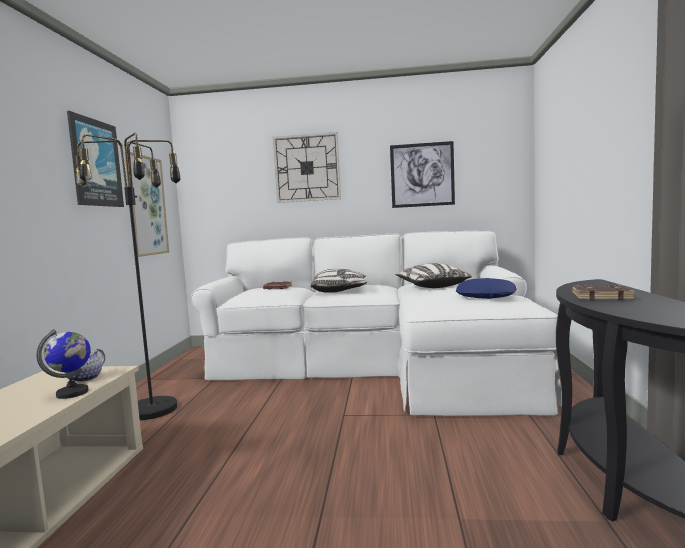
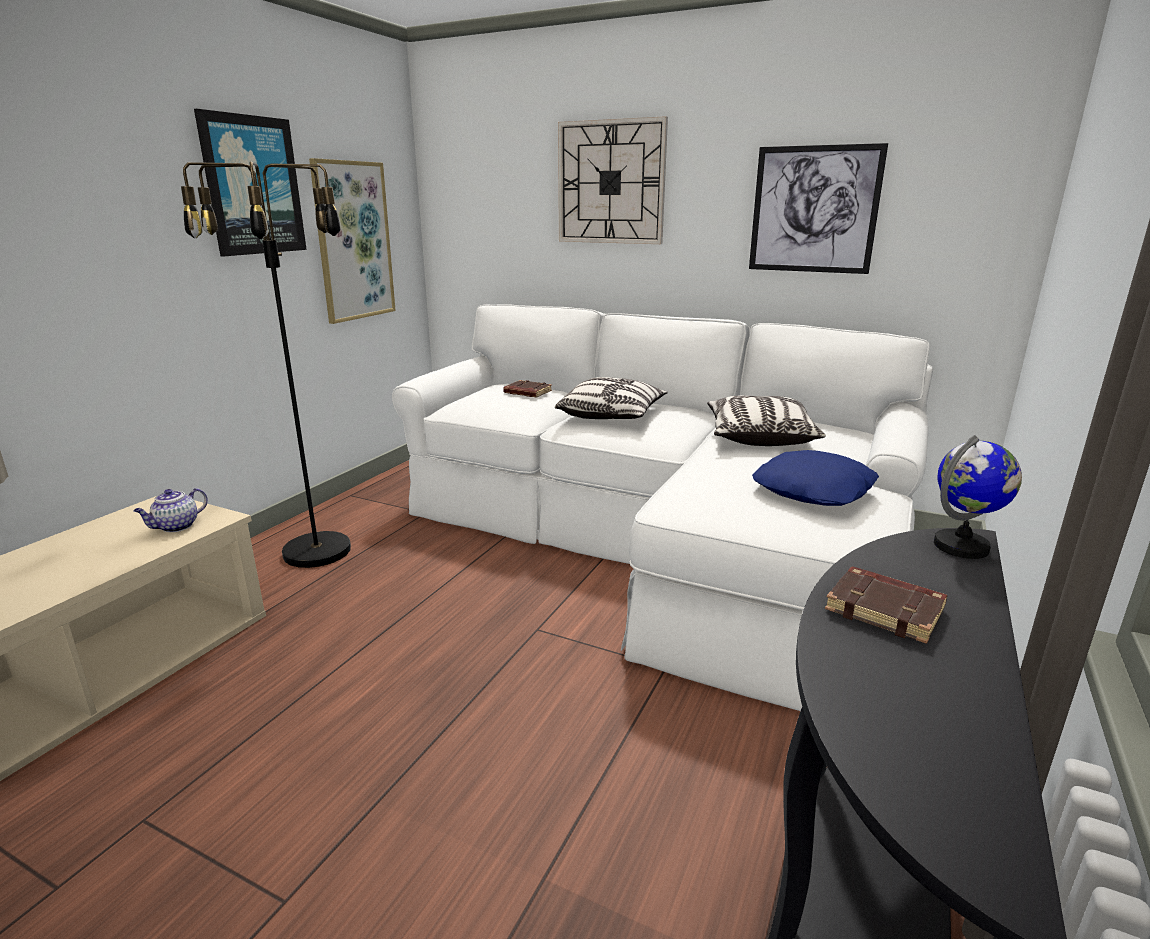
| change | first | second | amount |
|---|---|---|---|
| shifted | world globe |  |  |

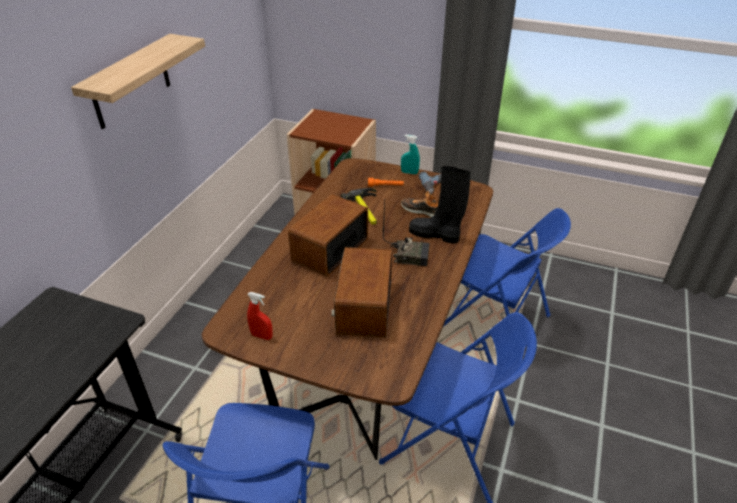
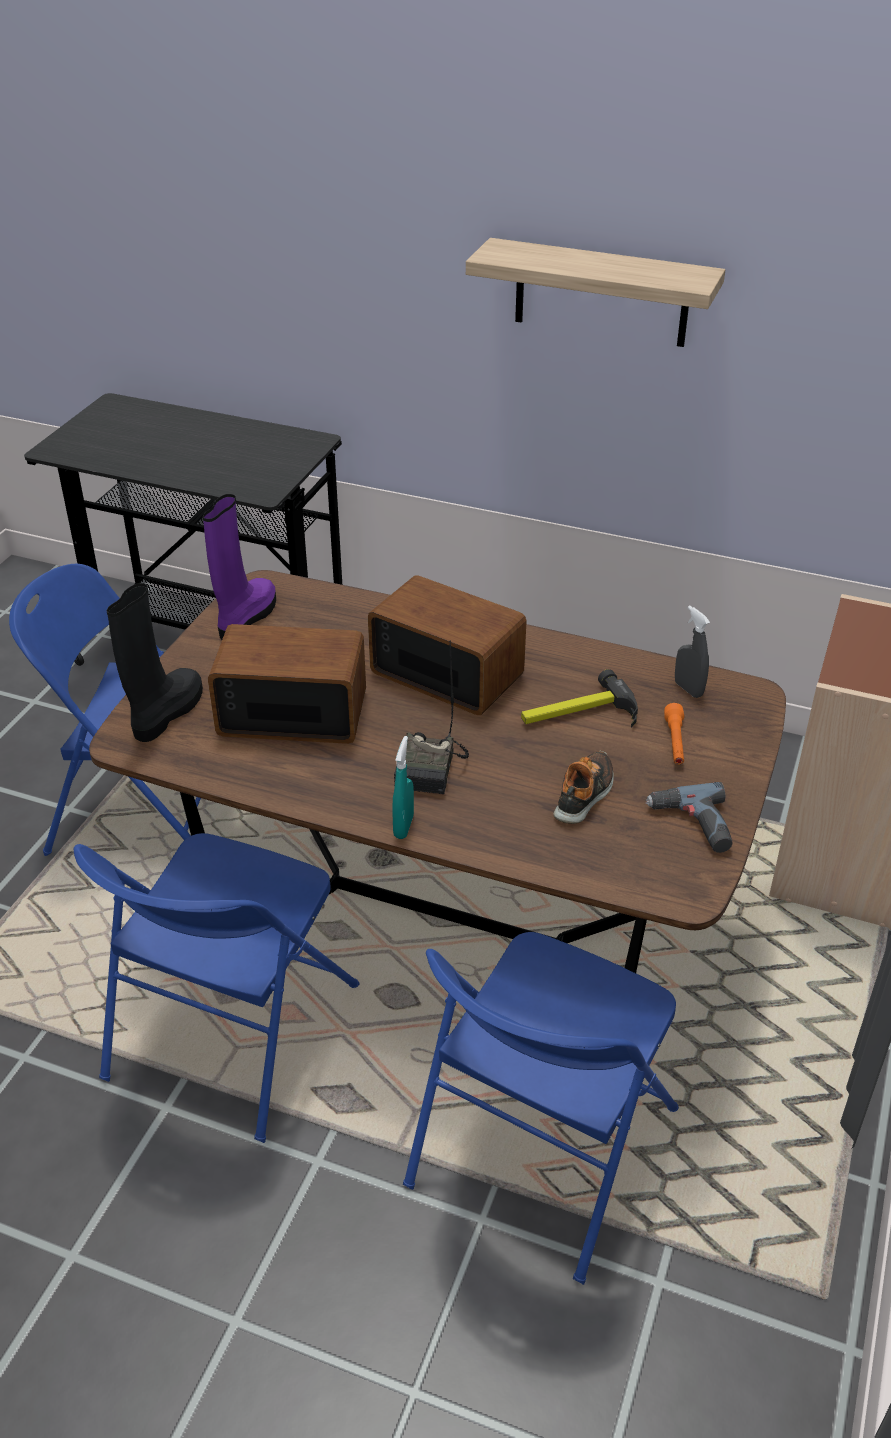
| change | first | second | amount |
|---|---|---|---|
| swapped | red spray bottle | purple tall boot |  |
| shifted | turquoise spray bottle |  |  |
| shifted | black-coloured tall boot |  |  |
| new |  | grey spray bottle |  |

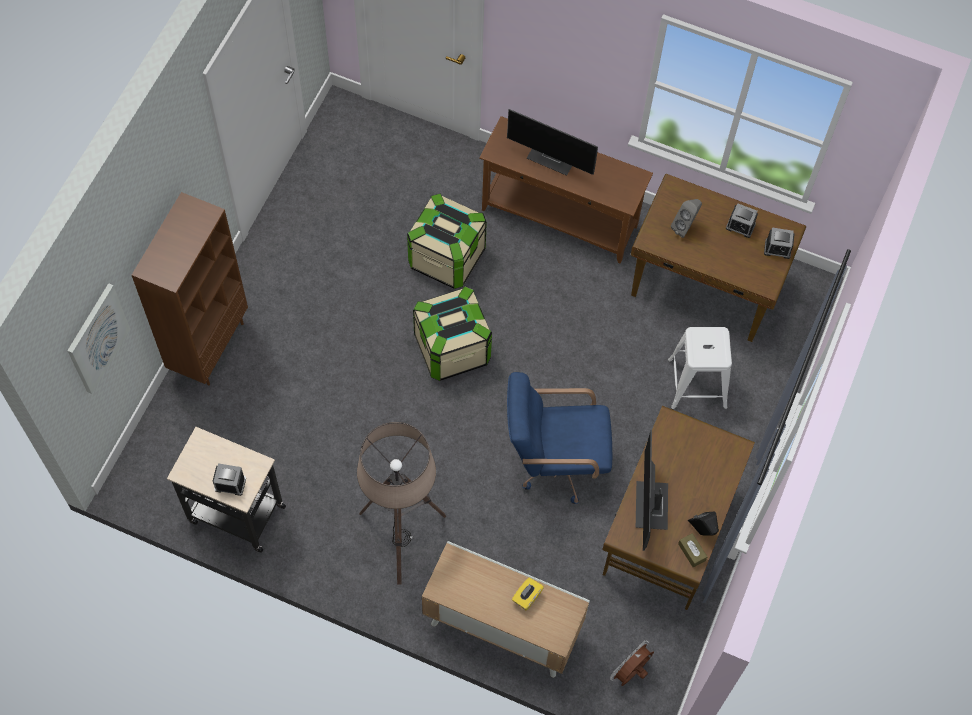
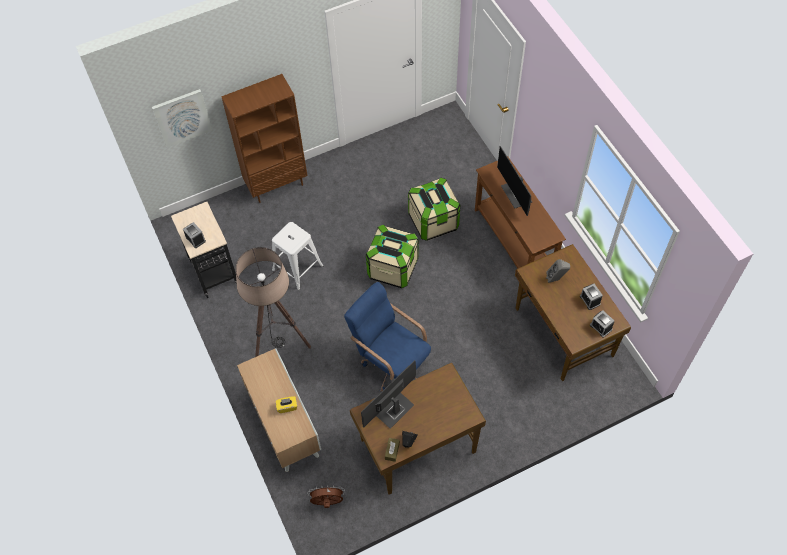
| change | first | second | amount |
|---|---|---|---|
| shifted | whitish stool |  |  |

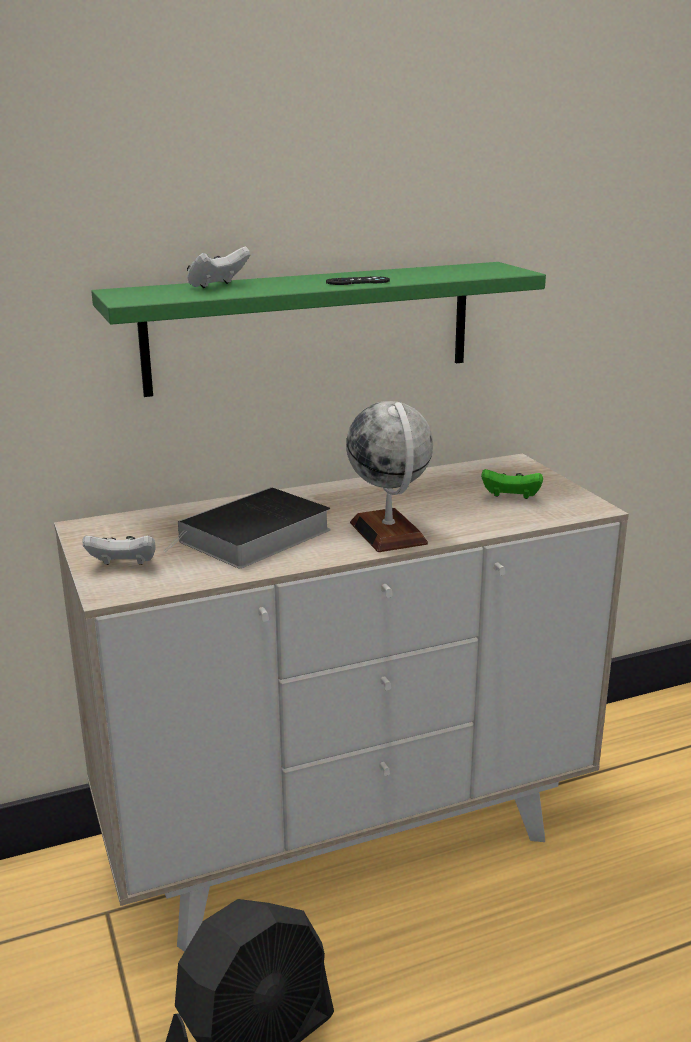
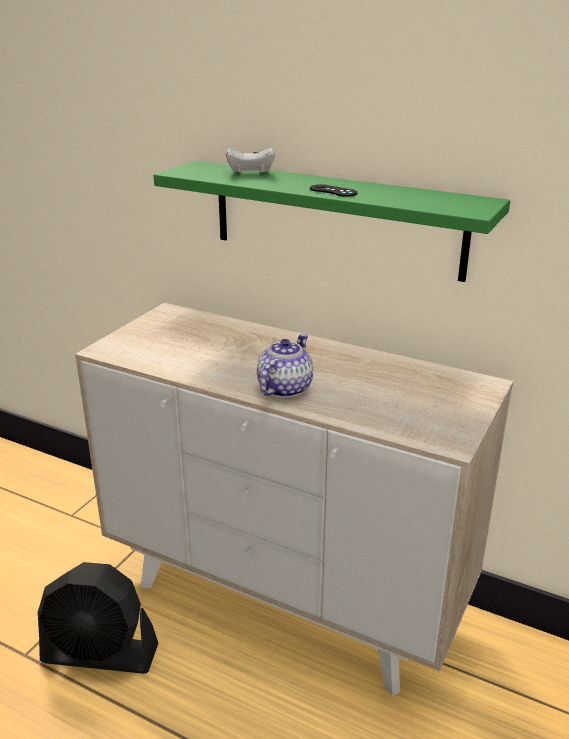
| change | first | second | amount |
|---|---|---|---|
| gone | whitish gamepad (no. 1 from left) |  |  |
| gone | volume |  |  |
| swapped | world globe | tea pot |  |
| gone | green gamepad |  |  |

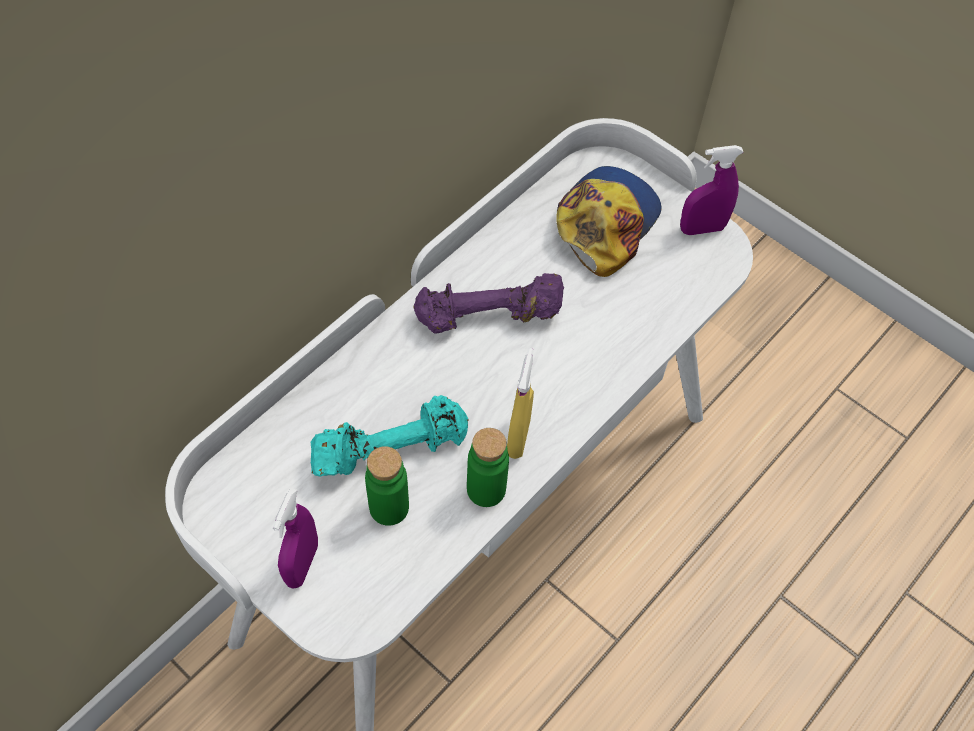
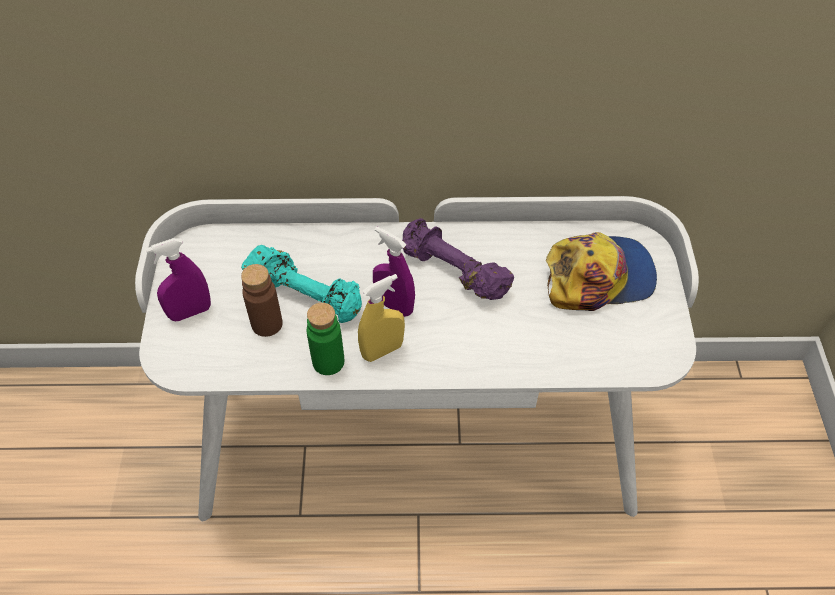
| change | first | second | amount |
|---|---|---|---|
| repainted | green drink bottle (no. 1 from left) | brownish drink bottle |  |
| shifted | purple spray bottle (no. 2 from left) |  |  |

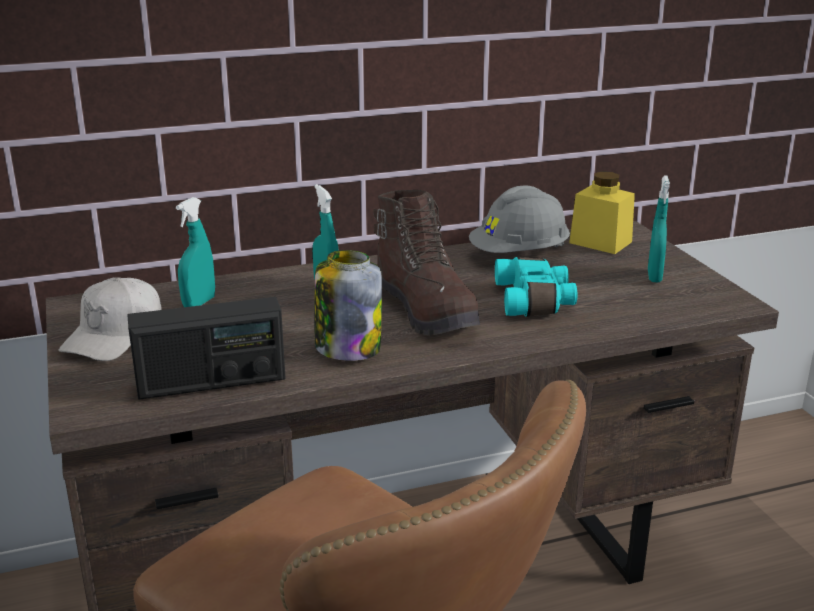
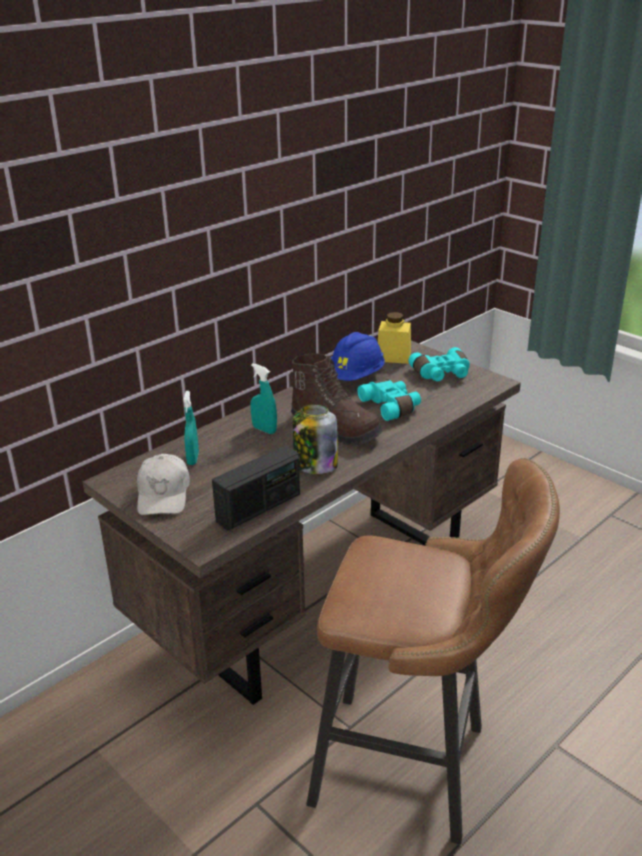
| change | first | second | amount |
|---|---|---|---|
| repainted | grey hard hat | blue hard hat |  |
| swapped | turquoise spray bottle (no. 3 from left) | turquoise field glasses (no. 2 from left) |  |

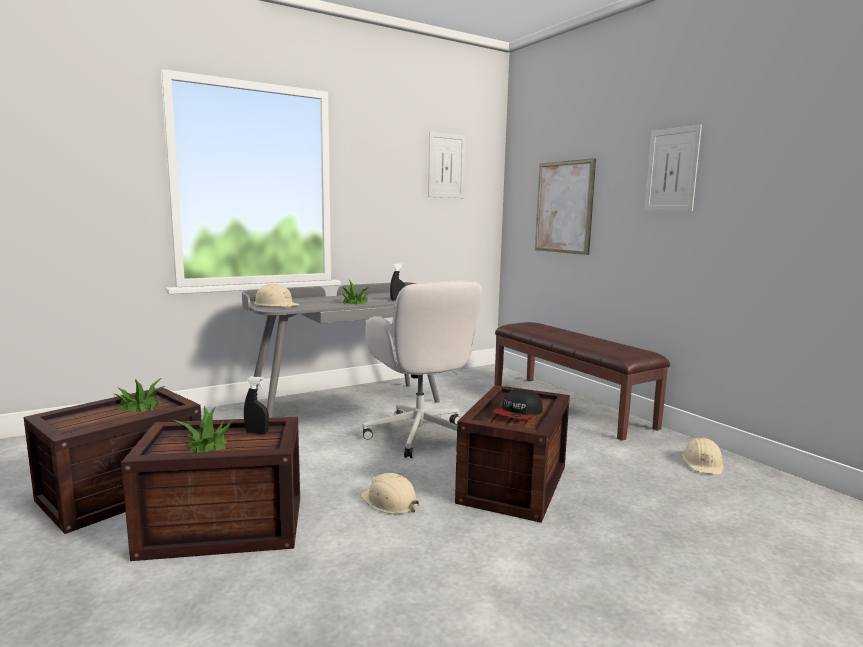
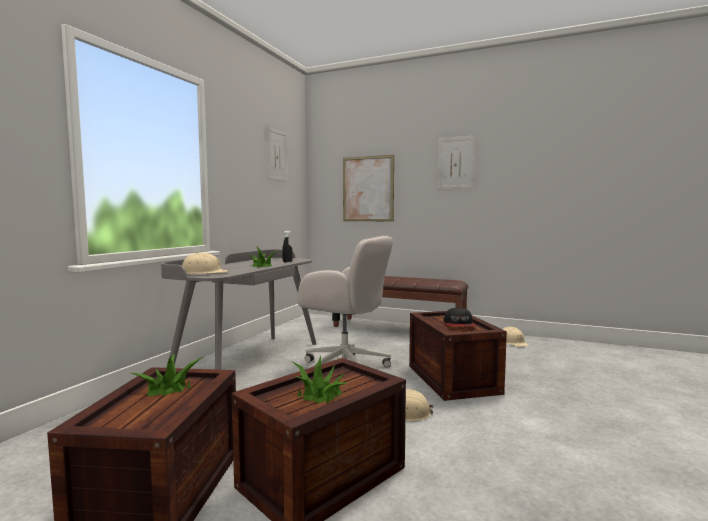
| change | first | second | amount |
|---|---|---|---|
| gone | black-coloured spray bottle (no. 1 from left) |  |  |

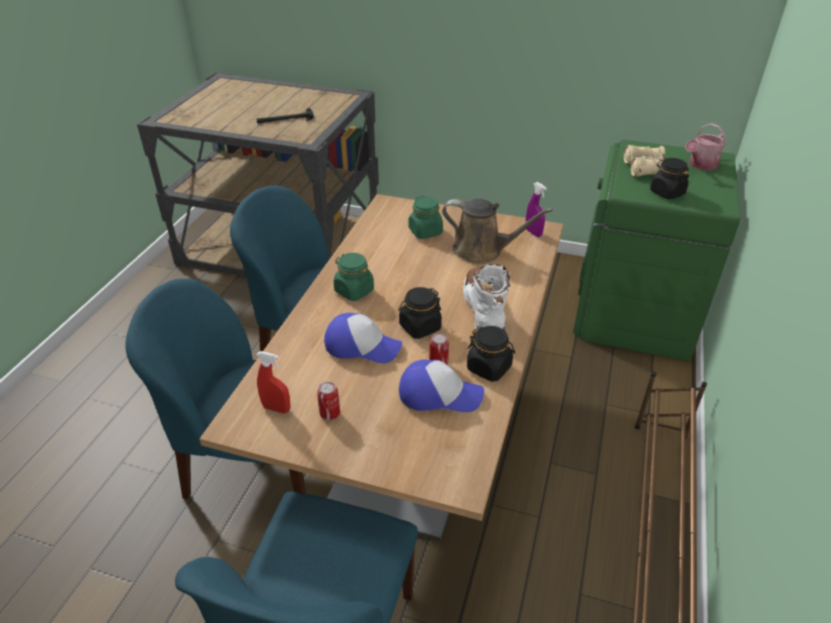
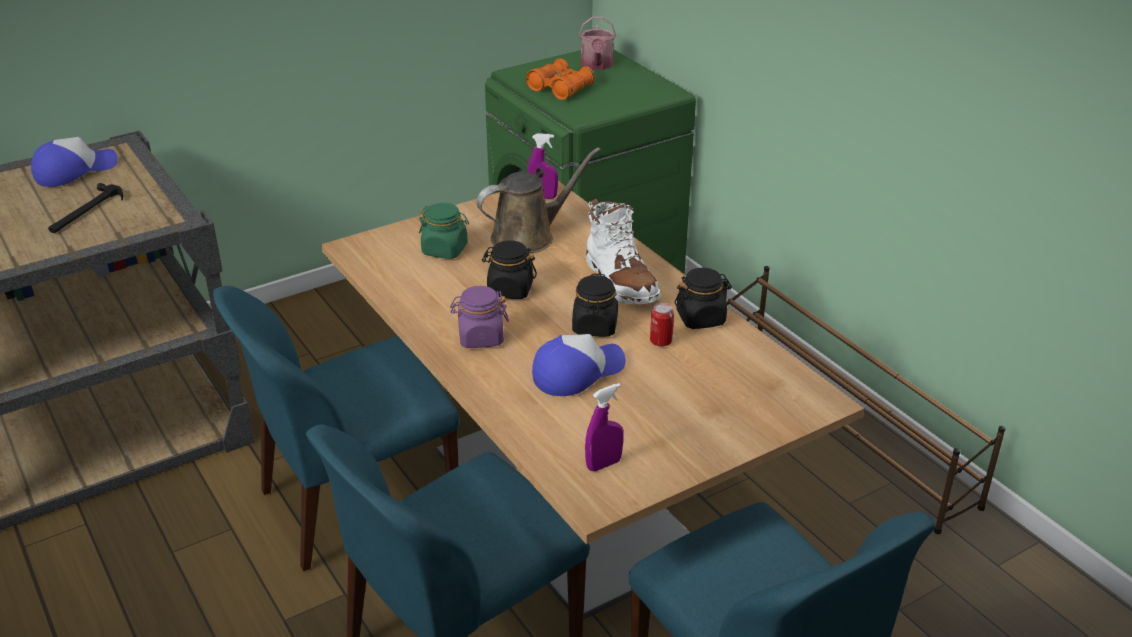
| change | first | second | amount |
|---|---|---|---|
| repainted | red spray bottle | purple spray bottle (no. 2 from left) |  |
| gone | sealed can (no. 1 from left) |  |  |
| repainted | green storage jar (no. 1 from left) | purple storage jar |  |
| shifted | baseball cap (no. 2 from left in the first image) | baseball cap (no. 1 from left) |  |
| rotated | whitish tall boot |  | 150 degrees counterclockwise |
| repainted | beige field glasses | orangey field glasses |  |
| shifted | black-coloured storage jar (no. 3 from left in the first image) | black-coloured storage jar (no. 1 from left) |  |

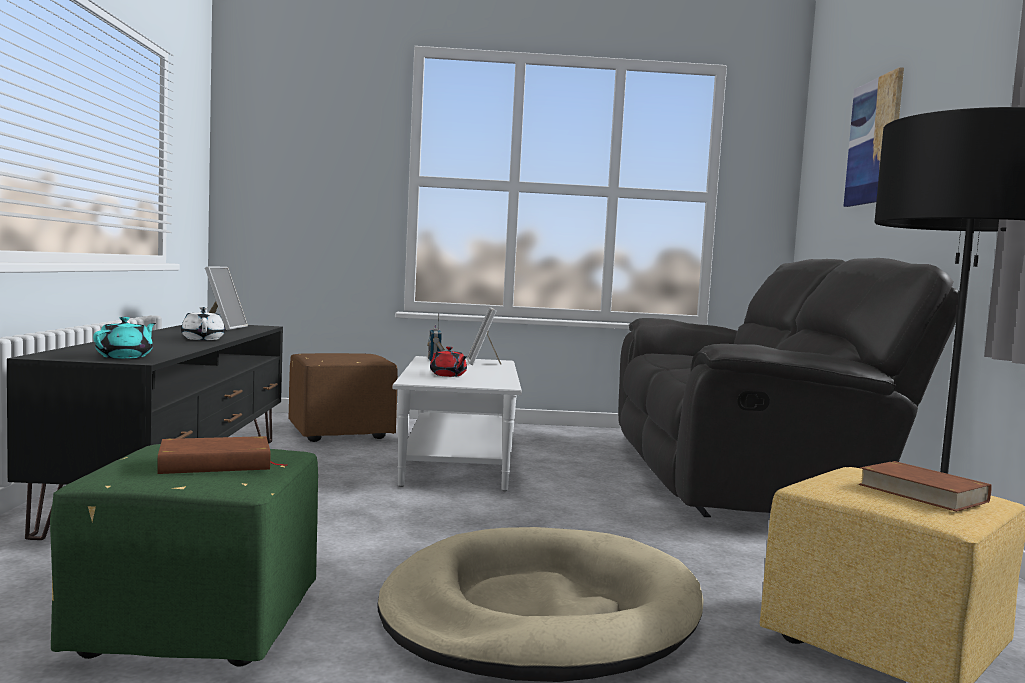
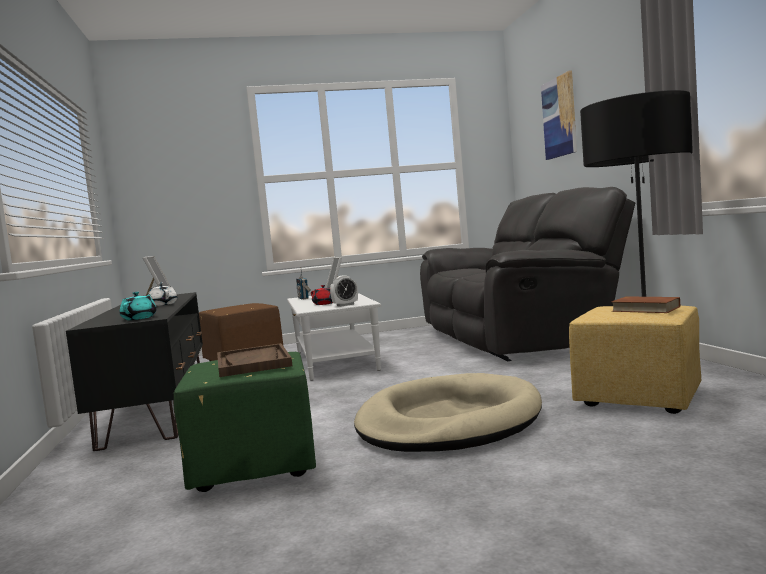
| change | first | second | amount |
|---|---|---|---|
| swapped | brownish volume (no. 1 from left) | brownish carrying tray |  |
| new |  | bedside clock |  |

